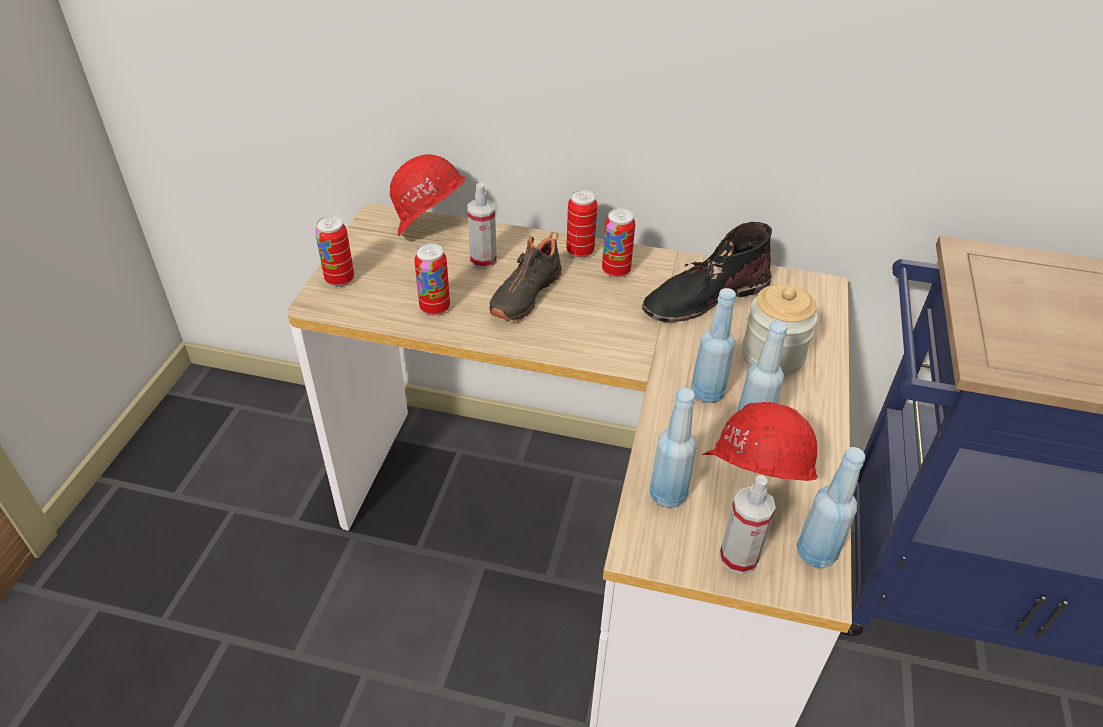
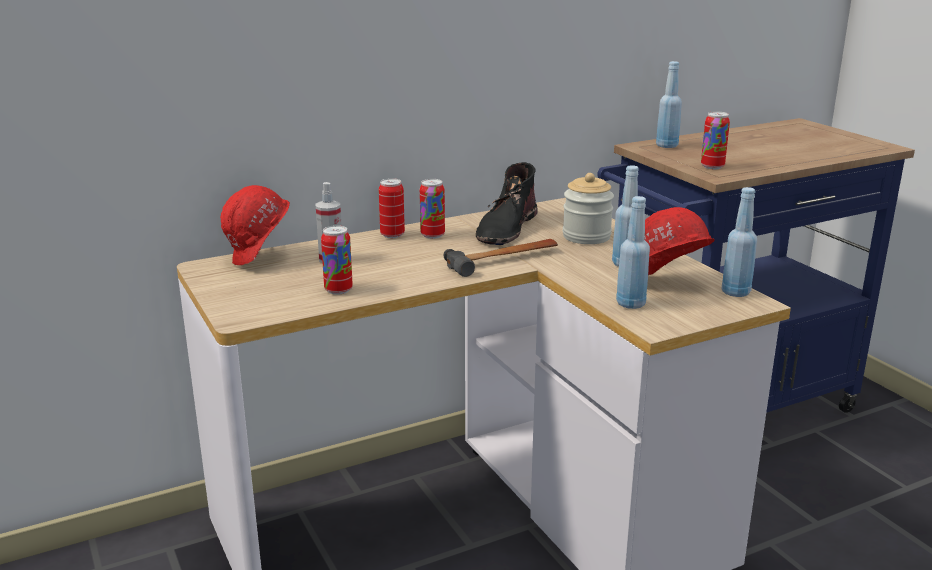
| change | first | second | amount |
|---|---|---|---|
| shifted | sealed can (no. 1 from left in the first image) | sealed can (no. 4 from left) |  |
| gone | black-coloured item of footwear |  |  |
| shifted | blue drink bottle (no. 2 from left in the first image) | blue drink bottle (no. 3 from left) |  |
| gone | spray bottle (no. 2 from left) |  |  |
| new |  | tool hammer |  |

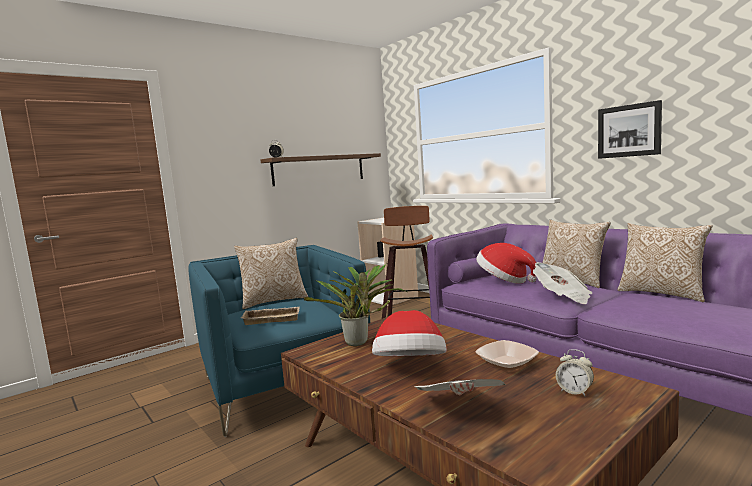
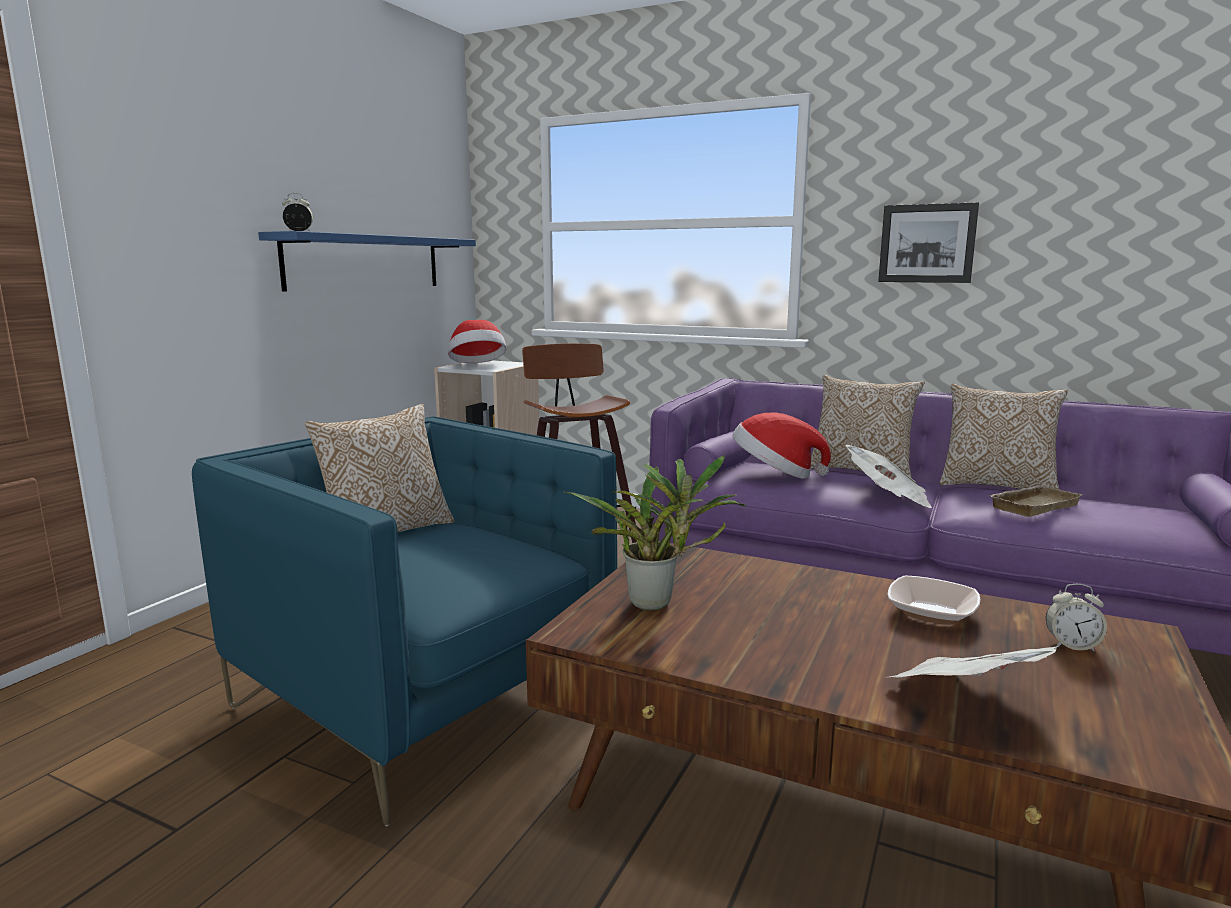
| change | first | second | amount |
|---|---|---|---|
| shifted | beige carrying tray |  |  |
| repainted | brownish wall shelf | blue wall shelf |  |
| shifted | clothing hat (no. 1 from left) |  |  |

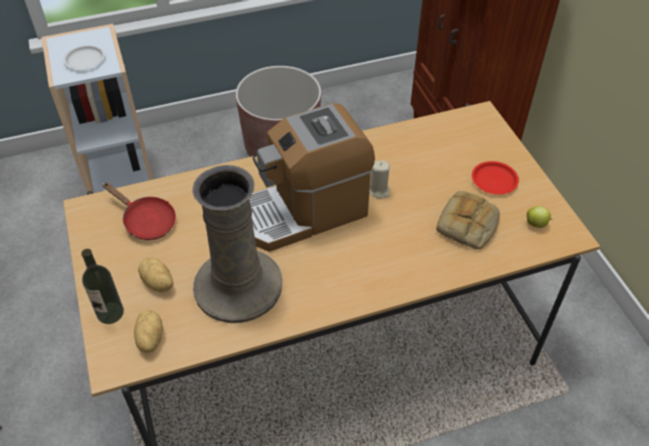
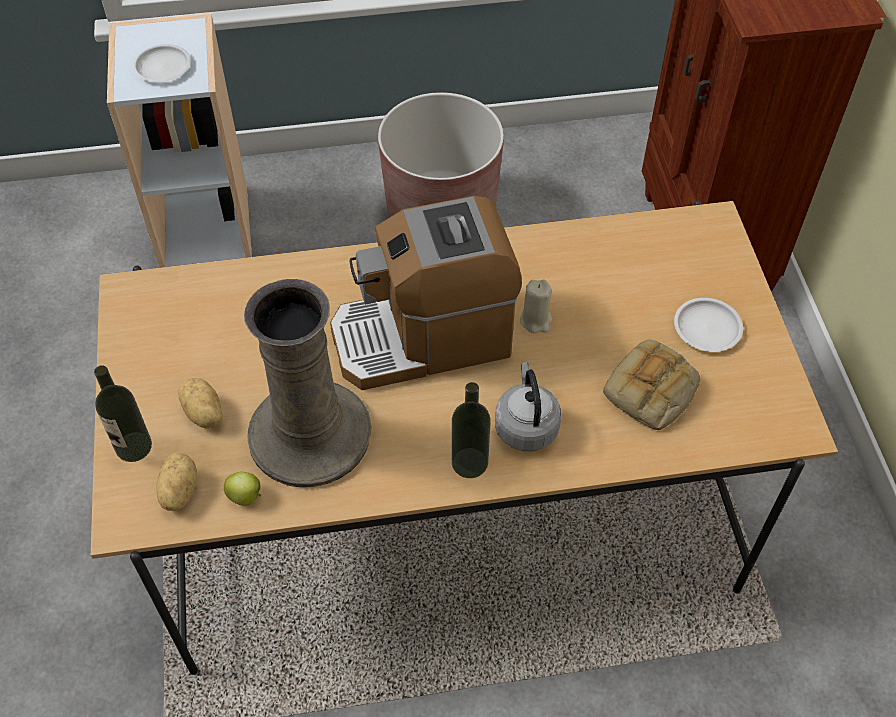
| change | first | second | amount |
|---|---|---|---|
| gone | red skillet |  |  |
| repainted | red dinner plate | whitish dinner plate (no. 2 from left) |  |
| shifted | apple fruit |  |  |
| new |  | drink bottle (no. 2 from left) |  |
| new |  | grey water kettle |  |

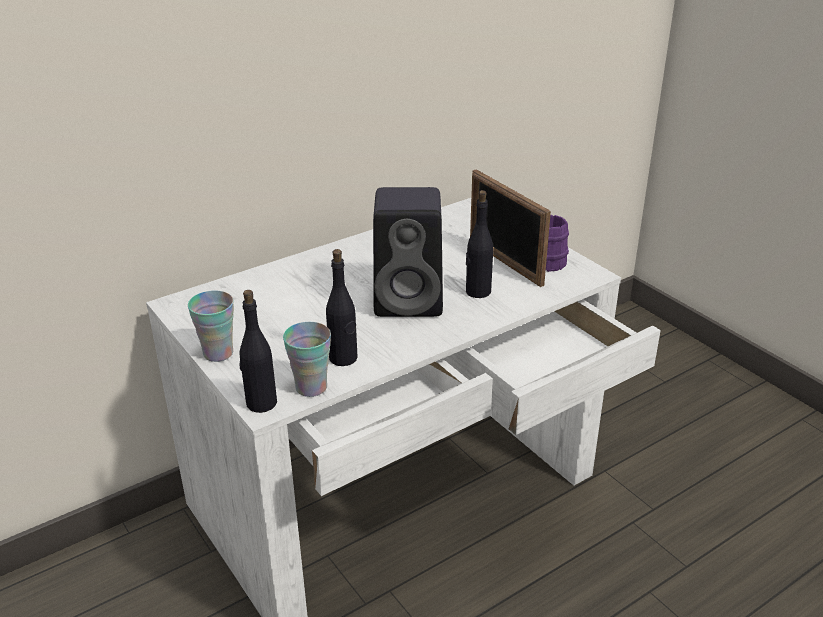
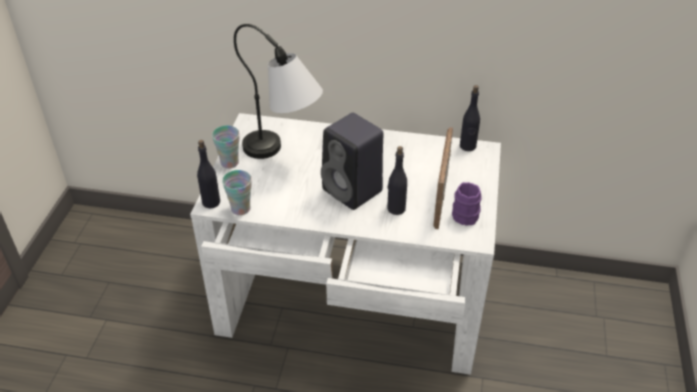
| change | first | second | amount |
|---|---|---|---|
| shifted | black-coloured drink bottle (no. 2 from left in the first image) | black-coloured drink bottle (no. 3 from left) |  |
| new |  | lamp for a table |  |

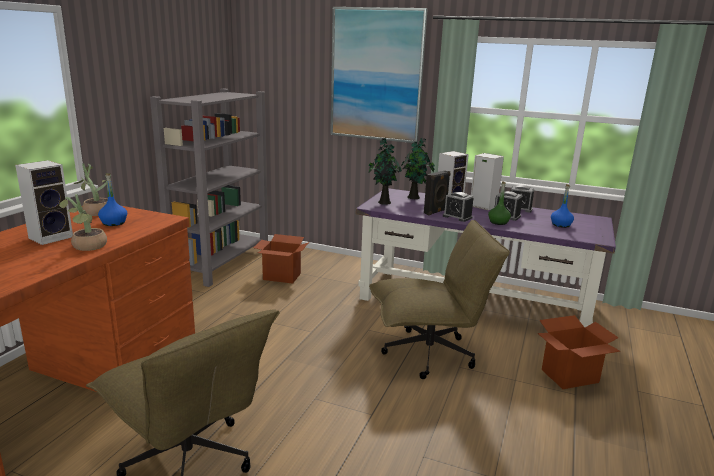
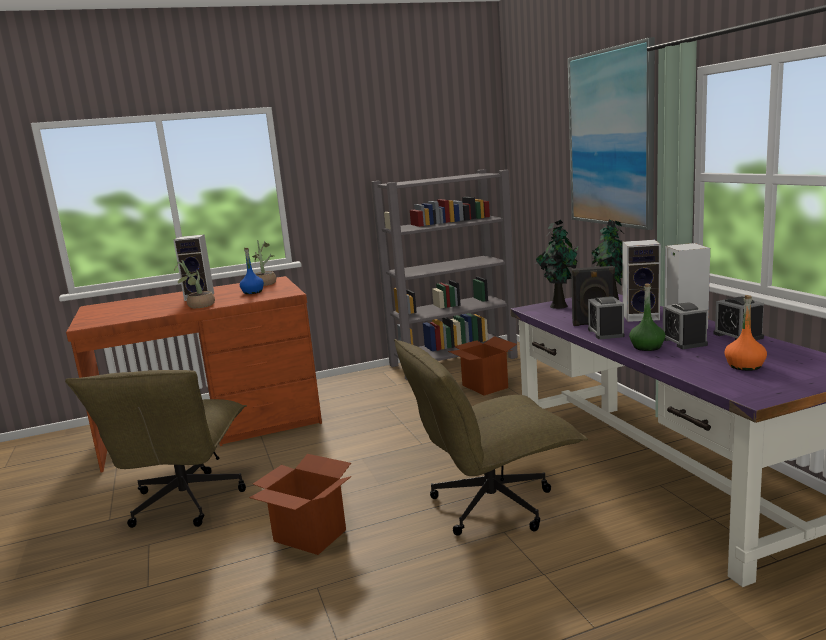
| change | first | second | amount |
|---|---|---|---|
| rotated | beige computer chair (no. 2 from left) |  | 120 degrees clockwise |
| shifted | carton (no. 2 from left in the first image) | carton (no. 1 from left) |  |
| repainted | blue drink bottle (no. 2 from left) | orangey drink bottle |  |

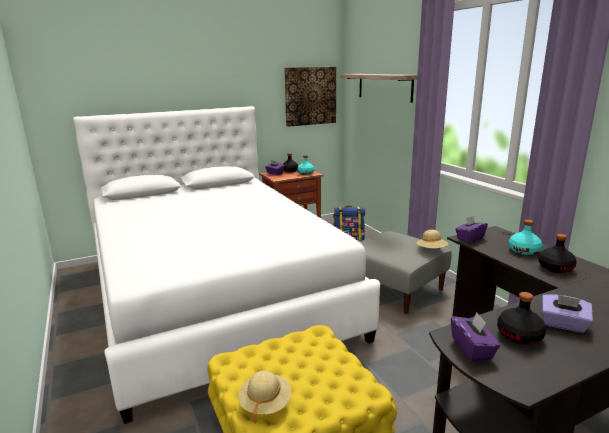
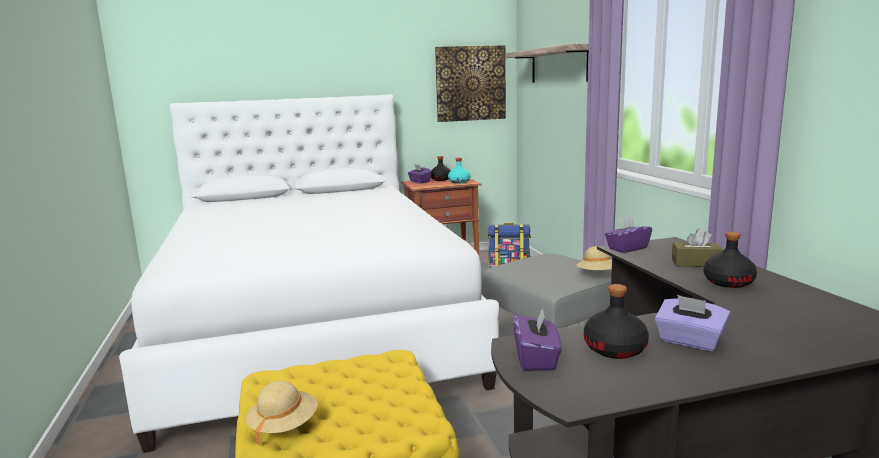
| change | first | second | amount |
|---|---|---|---|
| swapped | turquoise drink bottle (no. 2 from left) | brownish tissue holder |  |

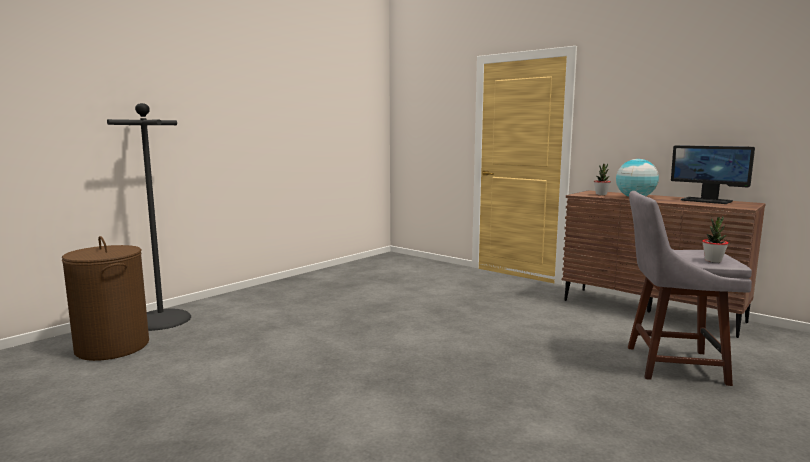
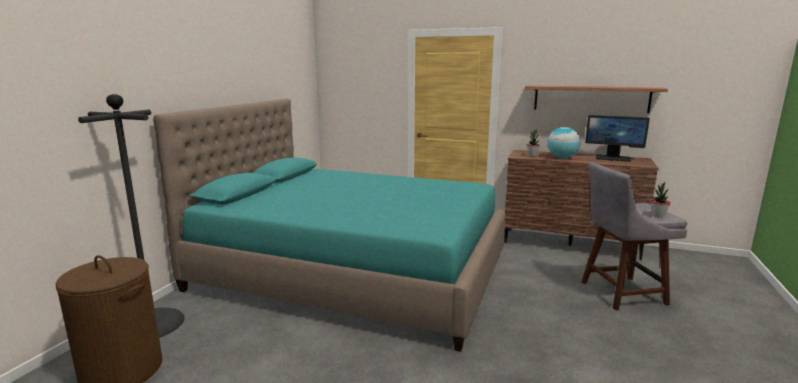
| change | first | second | amount |
|---|---|---|---|
| new |  | turquoise bedroom bed |  |
| new |  | wall shelf |  |

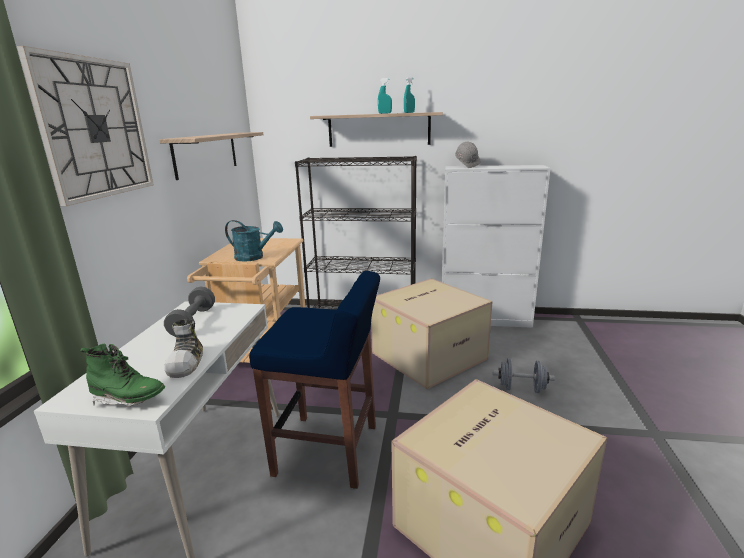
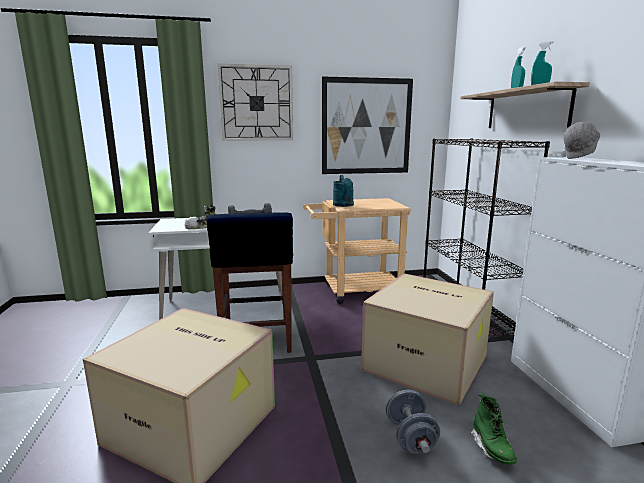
| change | first | second | amount |
|---|---|---|---|
| shifted | green tall boot |  |  |
| swapped | wall shelf (no. 1 from left) | wall picture |  |

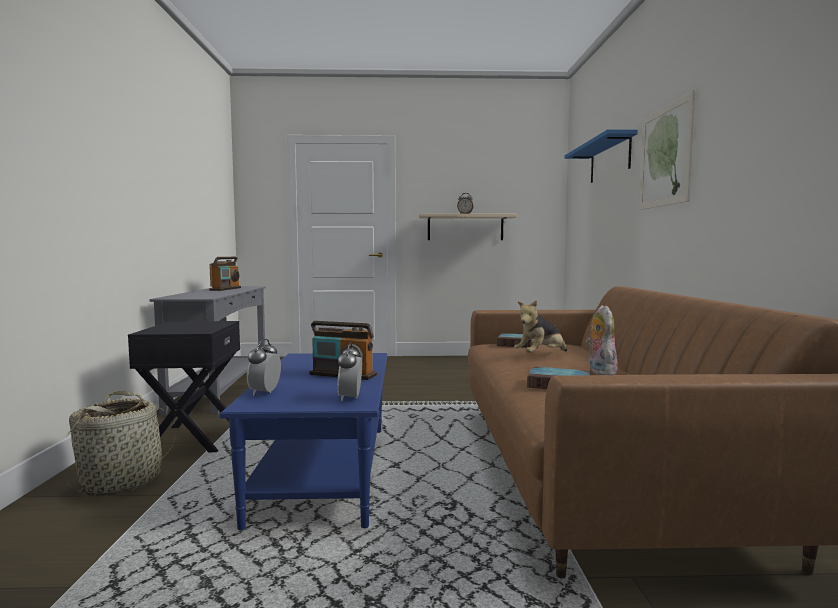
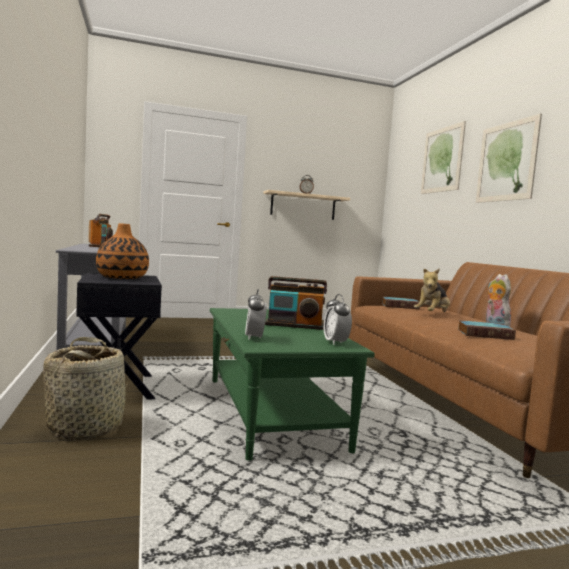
| change | first | second | amount |
|---|---|---|---|
| repainted | blue lounge table | green lounge table |  |
| swapped | blue wall shelf | wall picture (no. 1 from left) |  |
| new |  | vase |  |

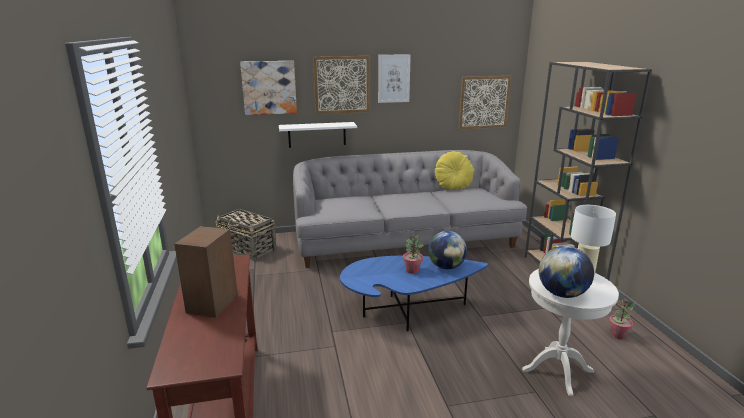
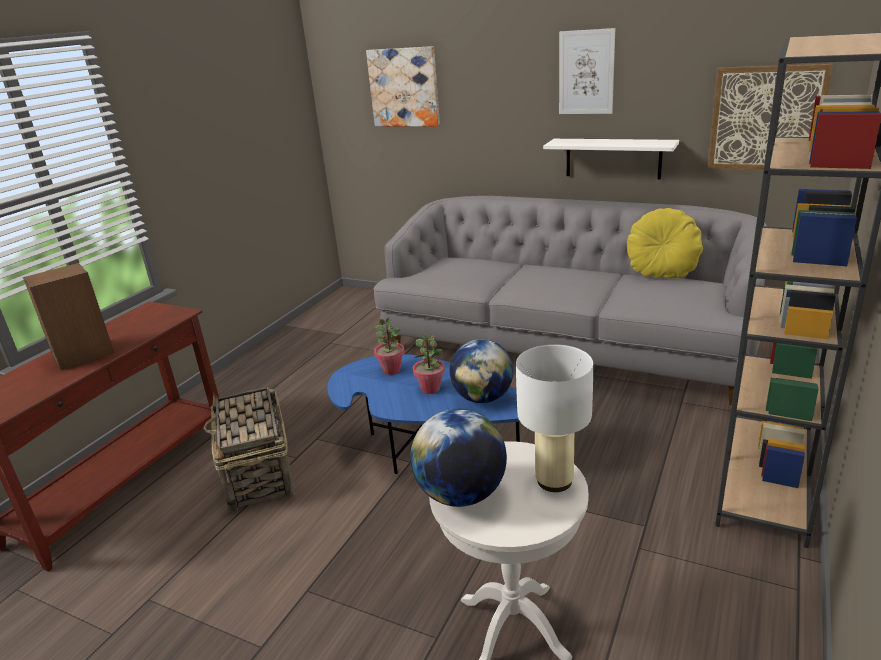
| change | first | second | amount |
|---|---|---|---|
| shifted | household basket |  |  |
| shifted | whitish wall shelf |  |  |
| gone | wall picture (no. 2 from left) |  |  |
| shifted | houseplant (no. 2 from left in the first image) | houseplant (no. 1 from left) |  |

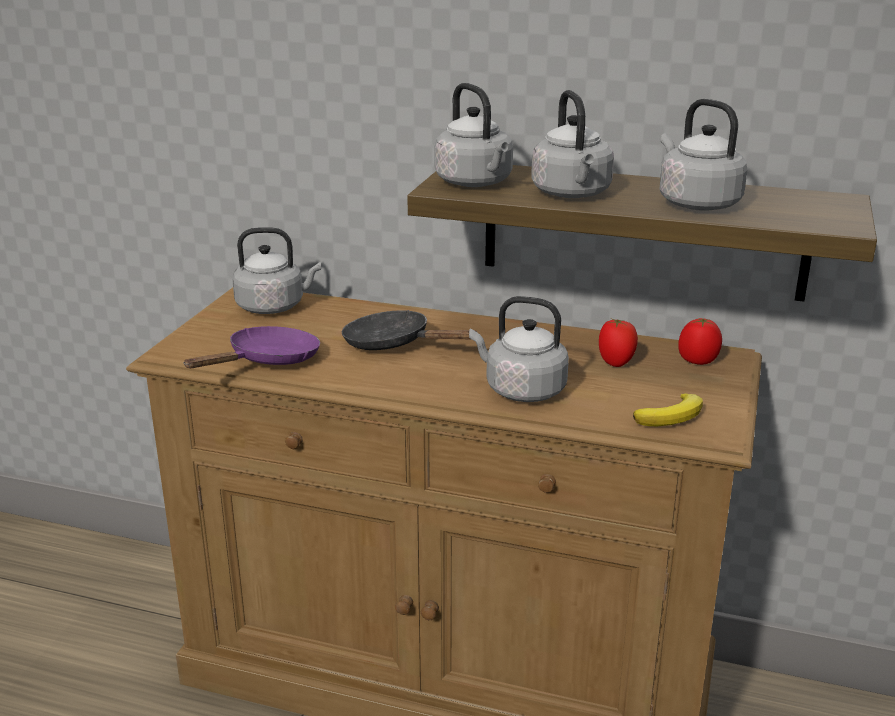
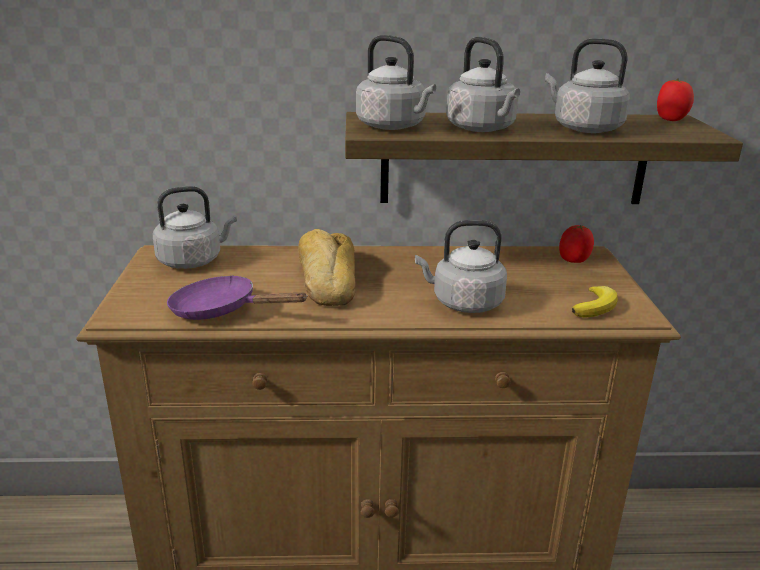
| change | first | second | amount |
|---|---|---|---|
| rotated | purple skillet |  | 90 degrees counterclockwise |
| swapped | black-coloured skillet | bakery bread |  |
| shifted | tomato (no. 1 from left in the first image) | tomato (no. 2 from left) |  |

